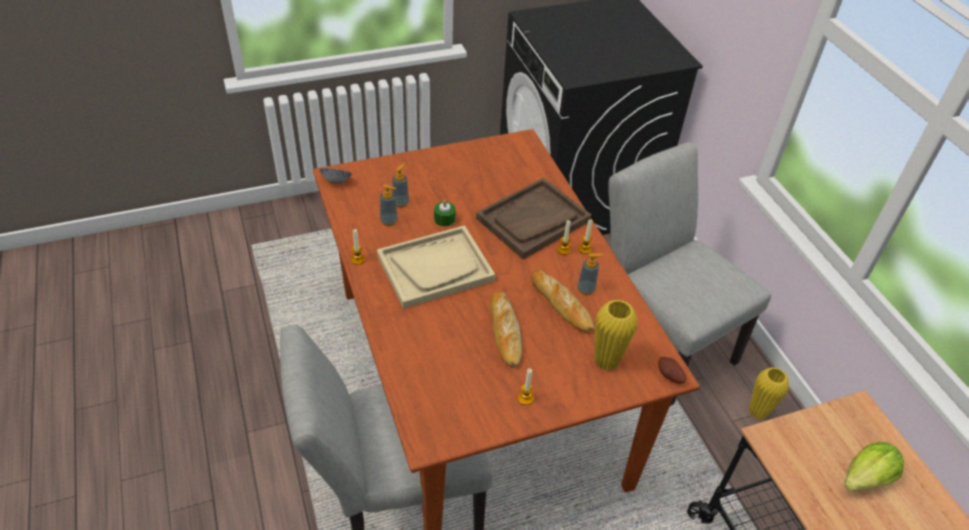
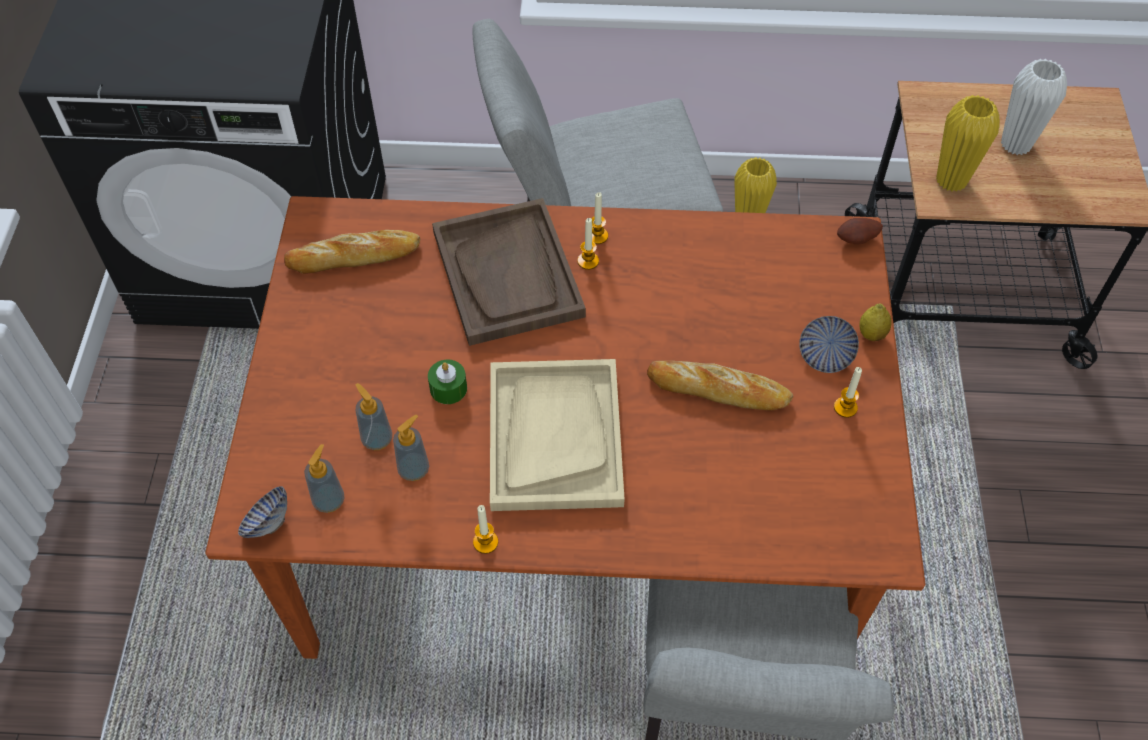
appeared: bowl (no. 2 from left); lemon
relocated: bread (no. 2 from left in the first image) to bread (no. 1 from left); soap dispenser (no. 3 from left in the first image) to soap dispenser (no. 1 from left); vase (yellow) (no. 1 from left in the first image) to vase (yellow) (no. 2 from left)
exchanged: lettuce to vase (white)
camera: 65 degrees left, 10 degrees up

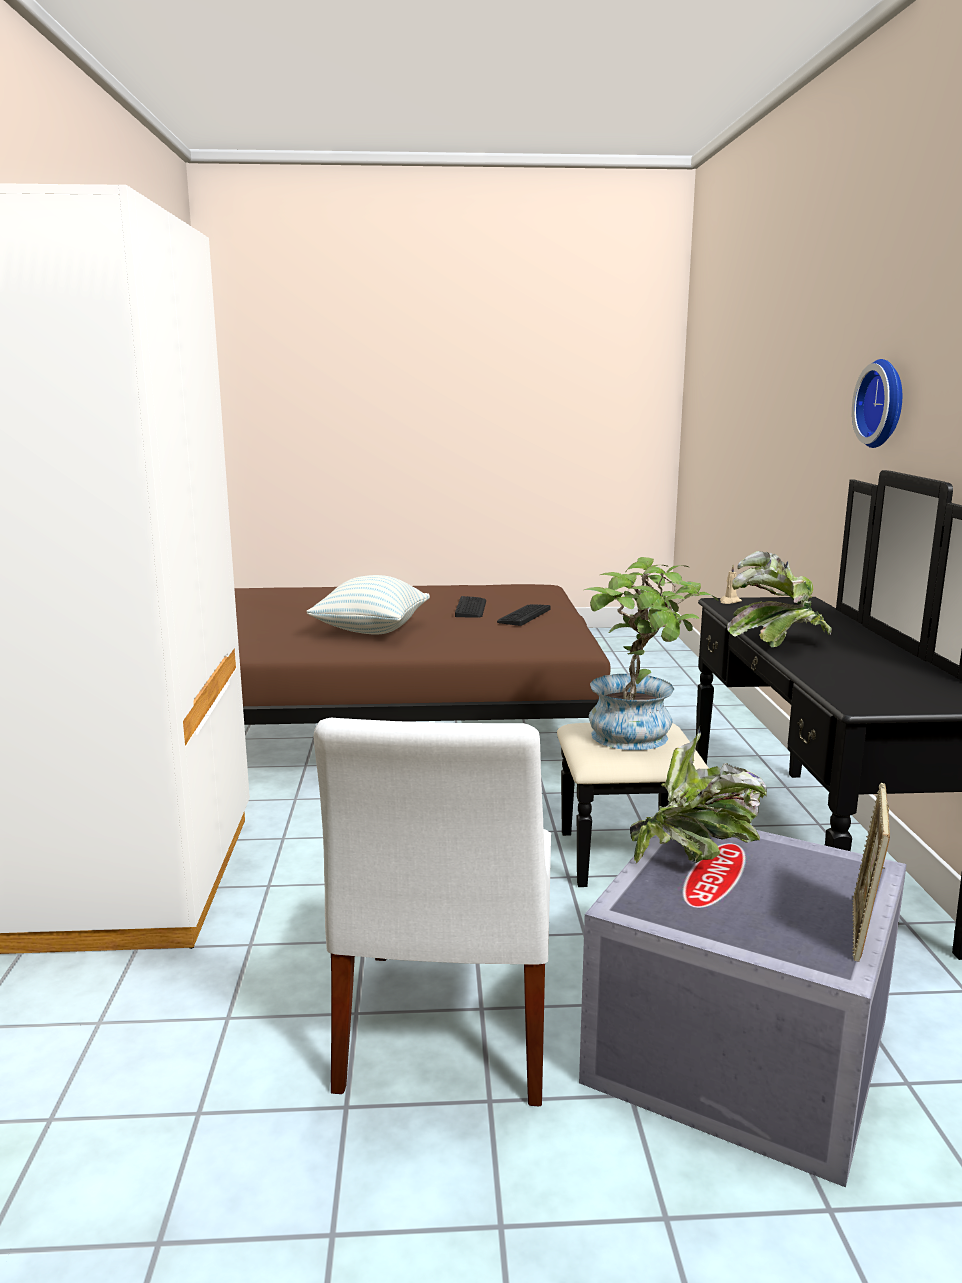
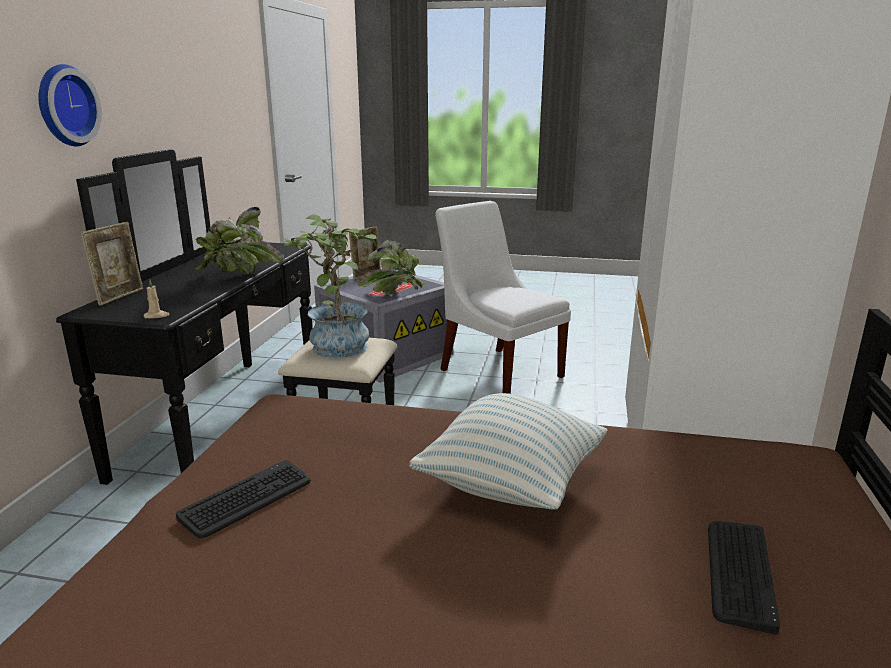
appeared: picture frame (no. 1 from left)
relocated: keyboard (no. 1 from left in the first image) to keyboard (no. 2 from left)
spun: chair (white) 60 degrees counterclockwise
camera: 165 degrees left, 5 degrees up

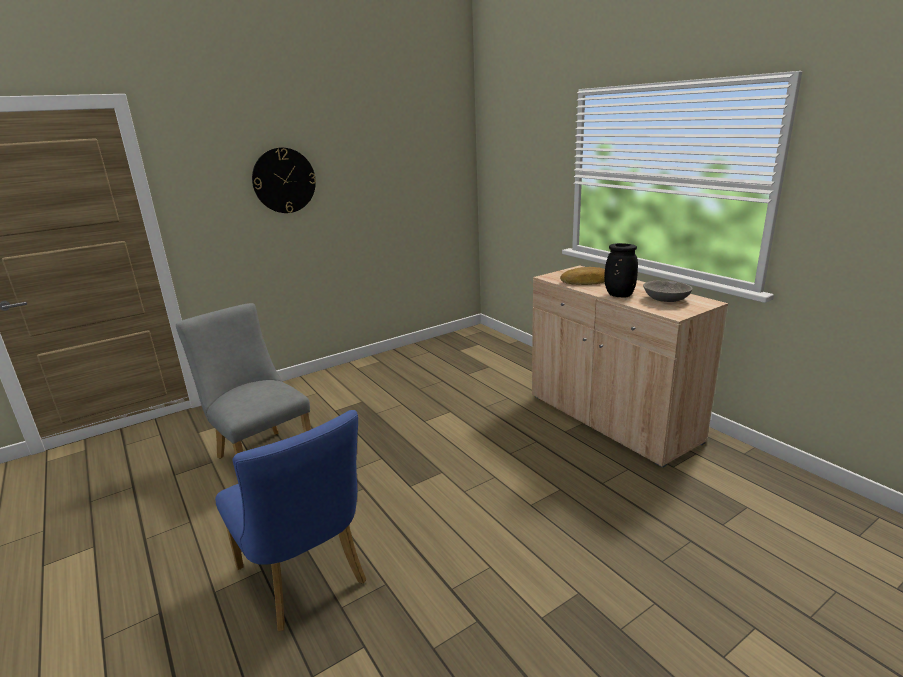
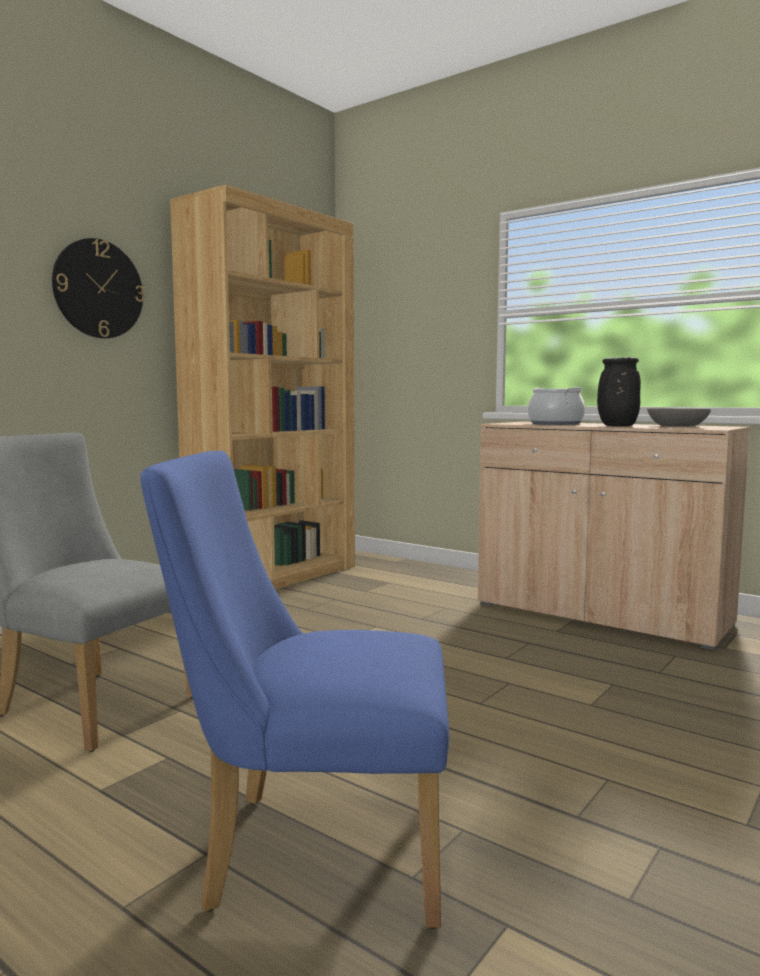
appeared: bookcase (brown)
exchanged: bread to cooking pot
spun: chair (blue) 150 degrees clockwise
camera: 20 degrees left, 15 degrees down

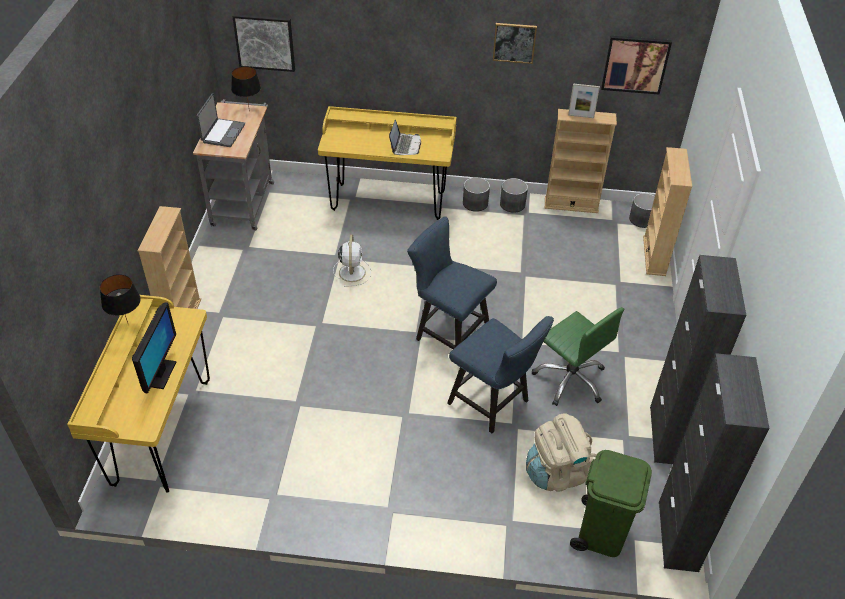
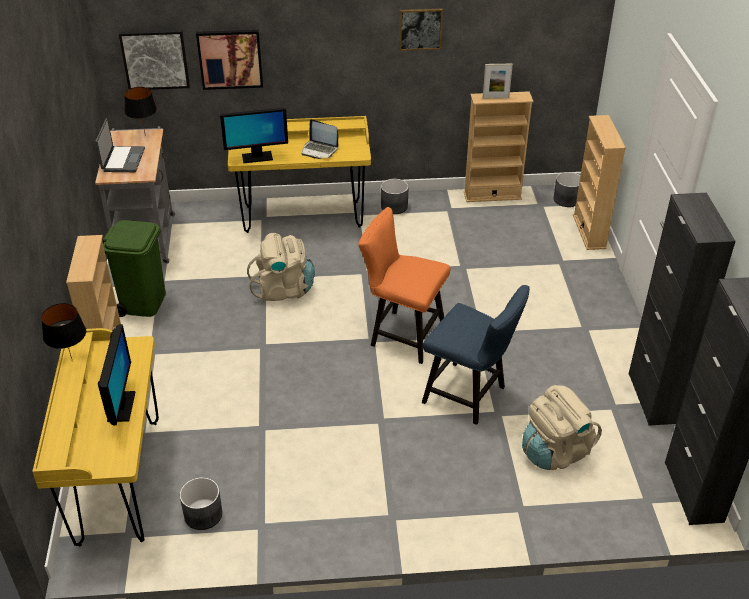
missing: office chair (green)
appeared: monitor (no. 2 from left)
relocated: trash can (green); planter (grey) (no. 2 from left in the first image) to planter (grey) (no. 1 from left); picture (no. 3 from left in the first image) to picture (no. 2 from left)
exchanged: fan (white) to backpack (beige) (no. 1 from left)
colour: chair (blue) (no. 1 from left) to chair (orange)
spun: laptop (no. 2 from left) 120 degrees clockwise
camera: 10 degrees left, 5 degrees down

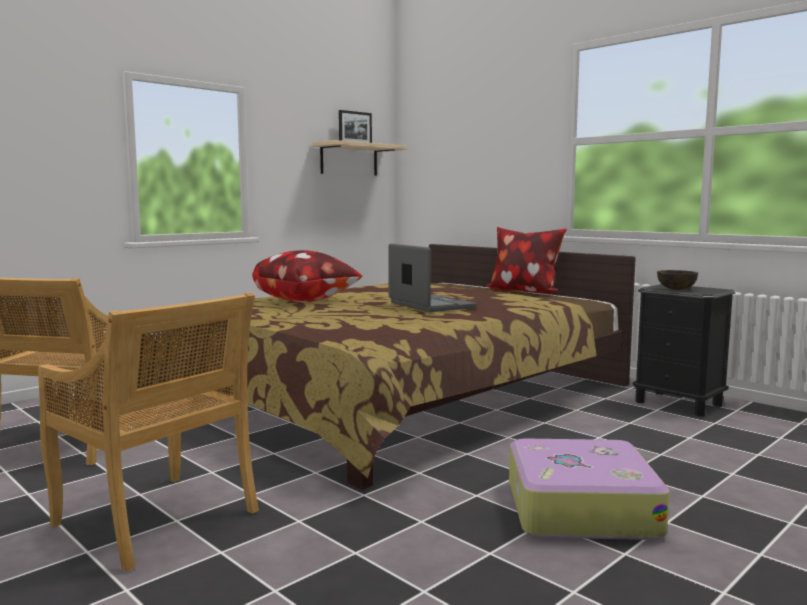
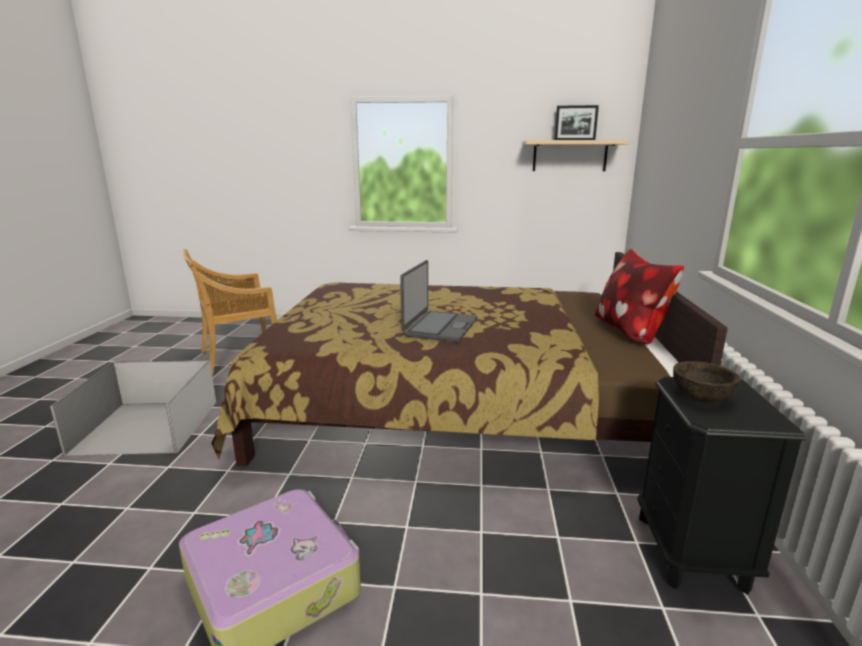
missing: pillow (no. 1 from left)
exchanged: chair (beige) (no. 2 from left) to storage box (white)
camera: 50 degrees right, 10 degrees up

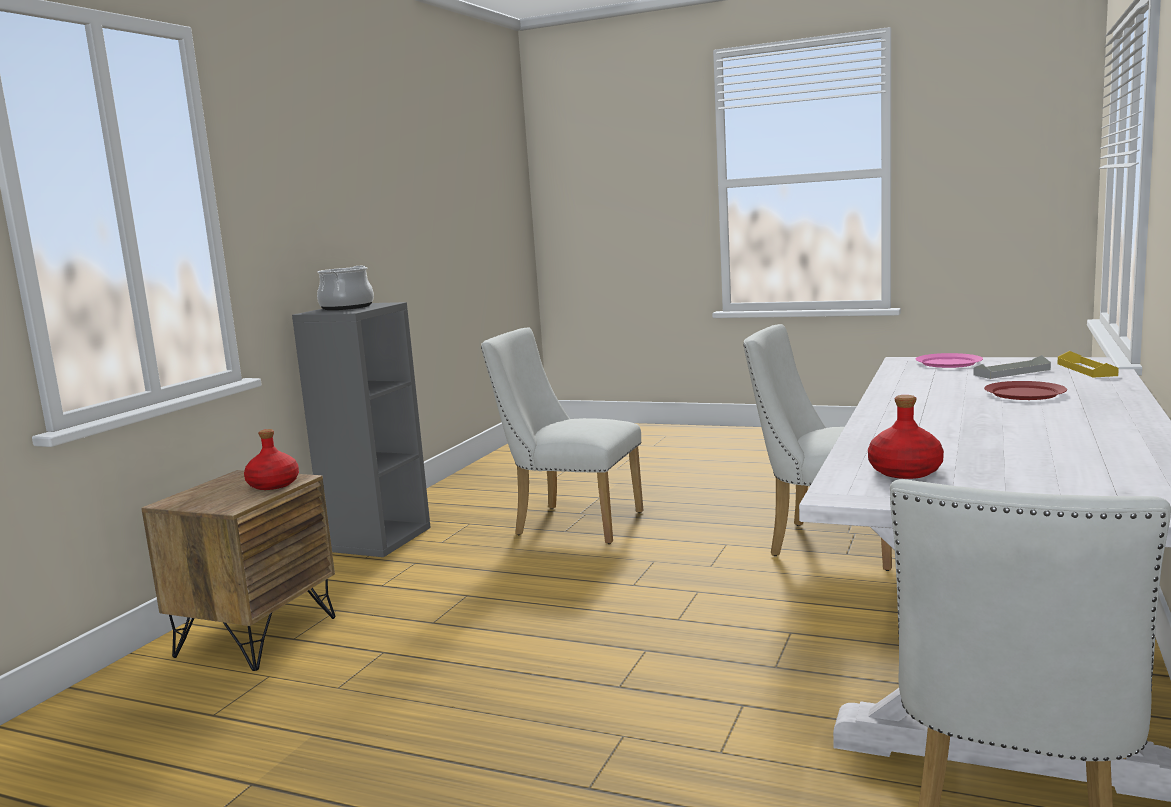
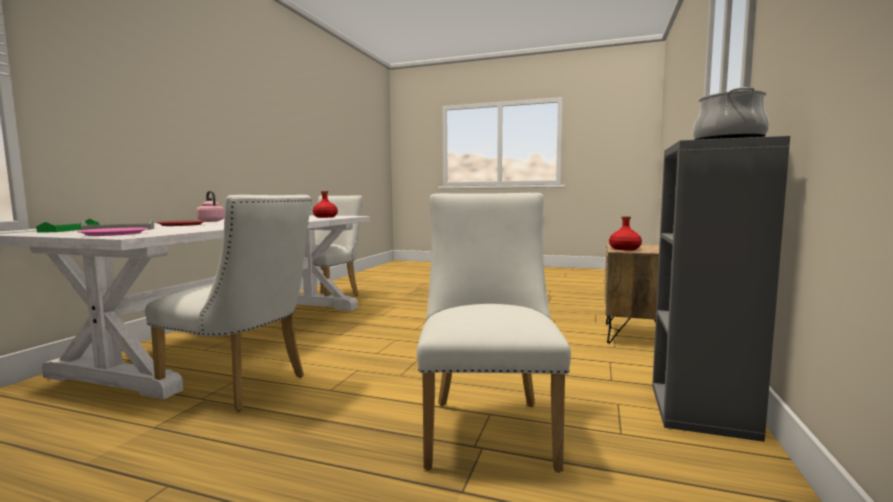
appeared: kettle (pink)
colour: tray (yellow) to tray (green)
spun: chair (white) (no. 1 from left in the first image) 105 degrees counterclockwise
camera: 175 degrees right, 5 degrees down

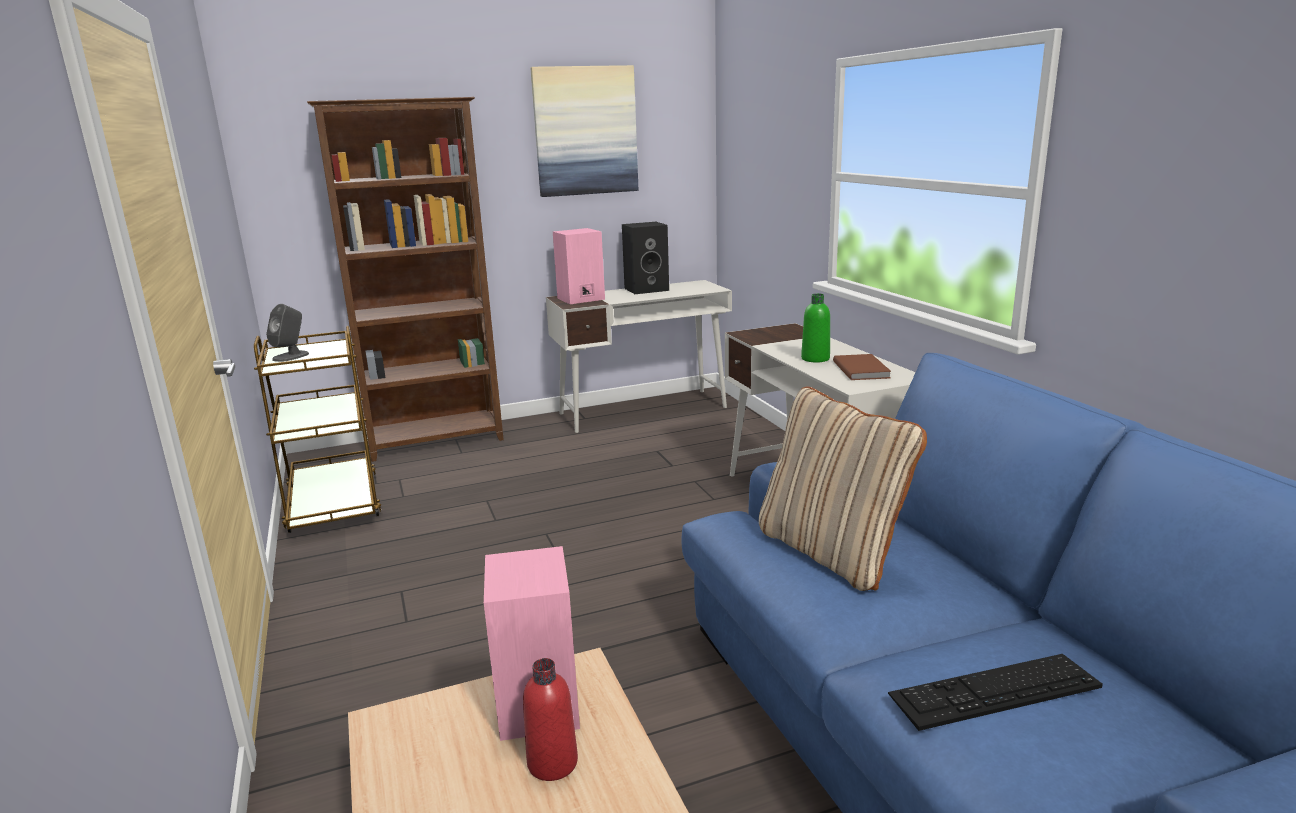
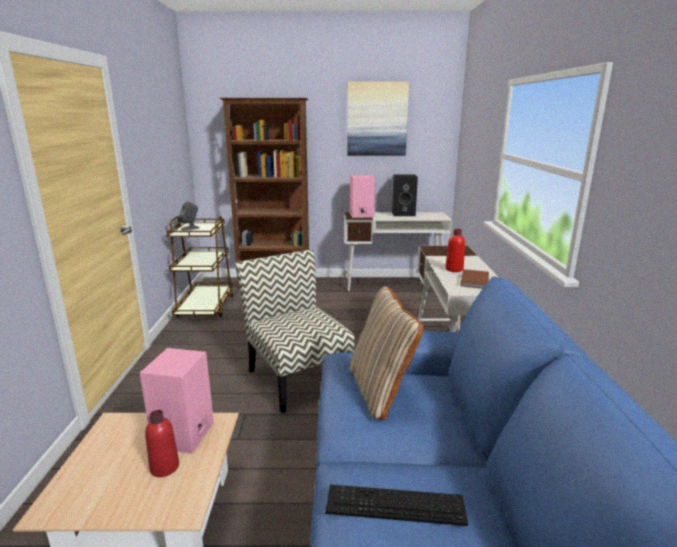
appeared: chair
colour: bottle (green) to bottle (red) (no. 2 from left)
camera: 20 degrees right, 0 degrees up

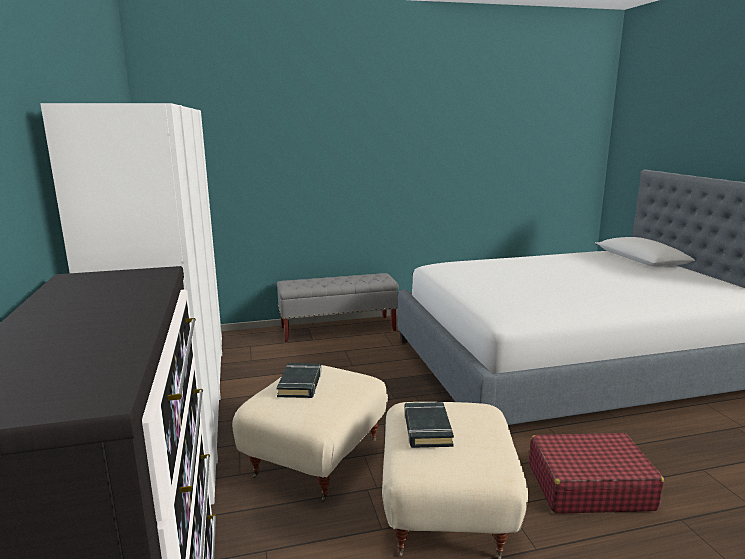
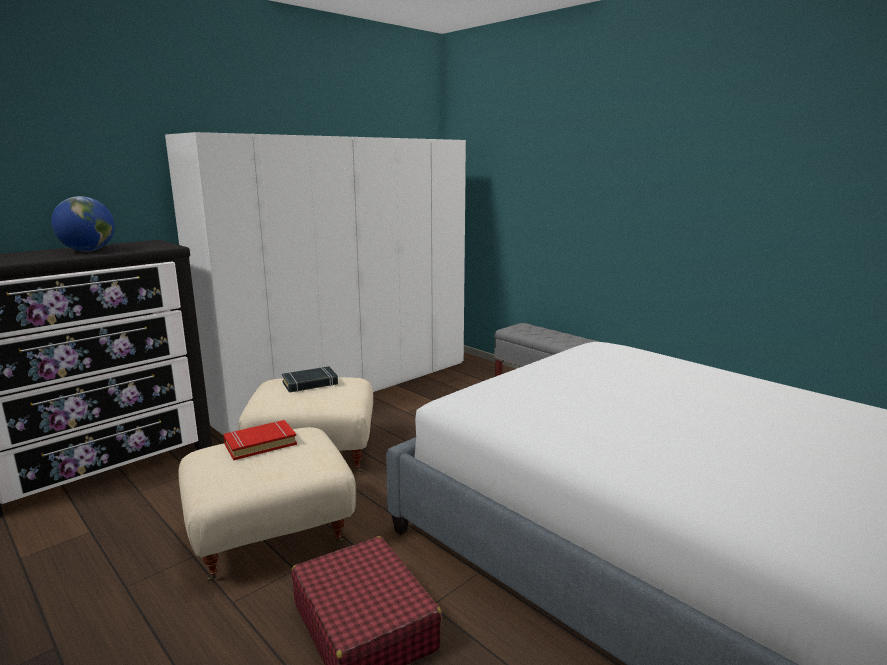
appeared: globe
colour: book (black) (no. 2 from left) to book (red)
camera: 60 degrees right, 0 degrees up

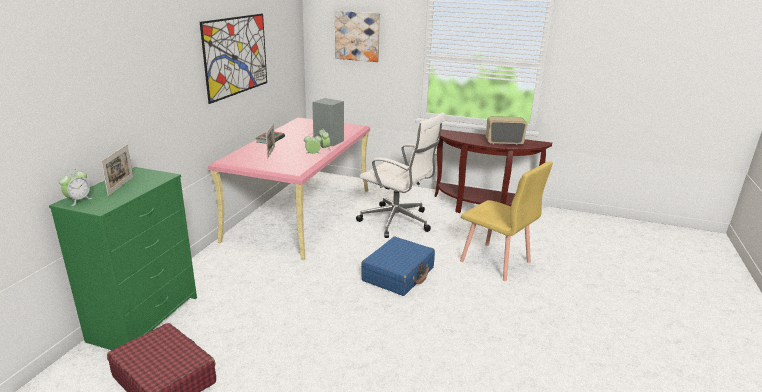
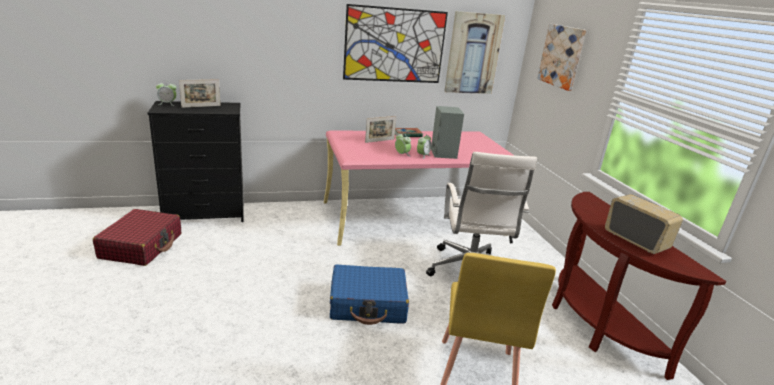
appeared: picture (no. 2 from left)
colour: dresser (green) to dresser (black)
camera: 55 degrees right, 0 degrees up

